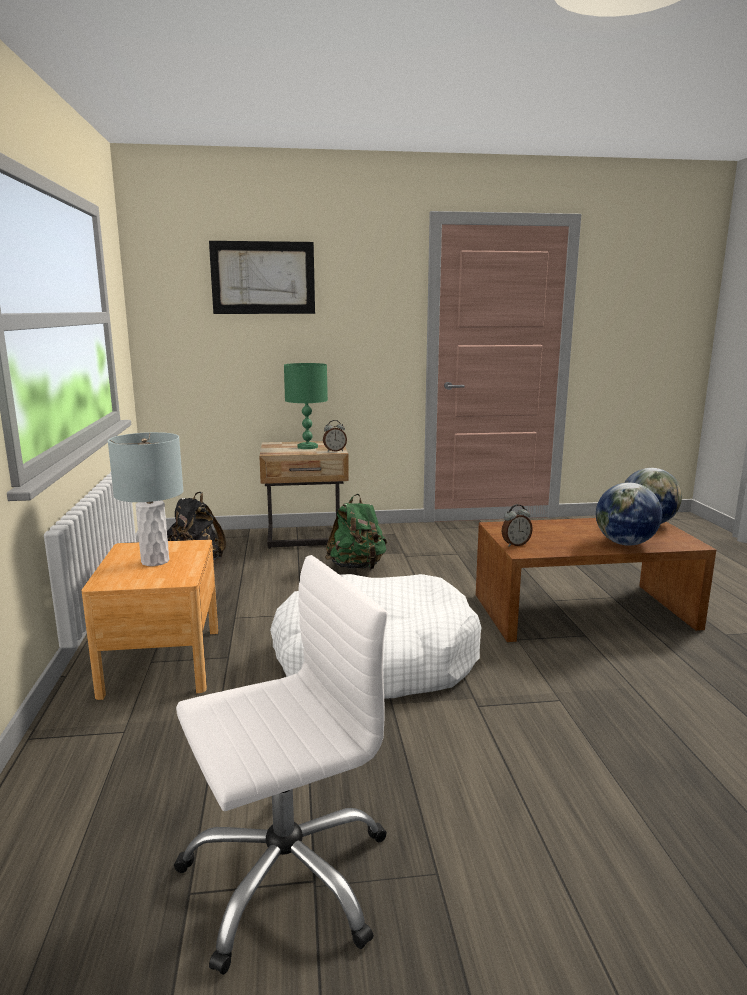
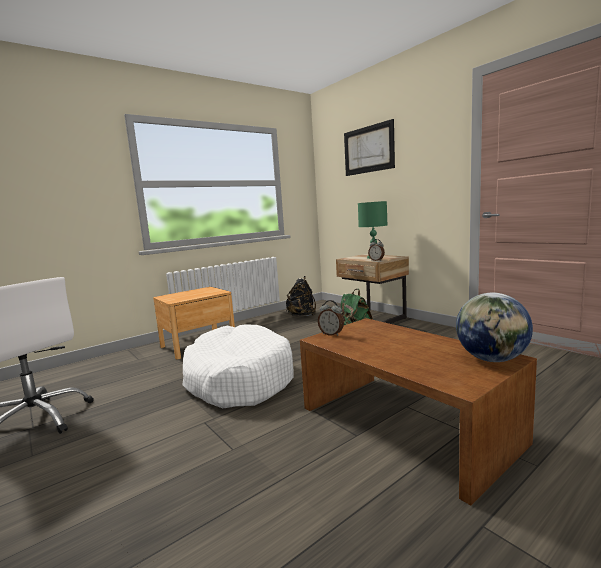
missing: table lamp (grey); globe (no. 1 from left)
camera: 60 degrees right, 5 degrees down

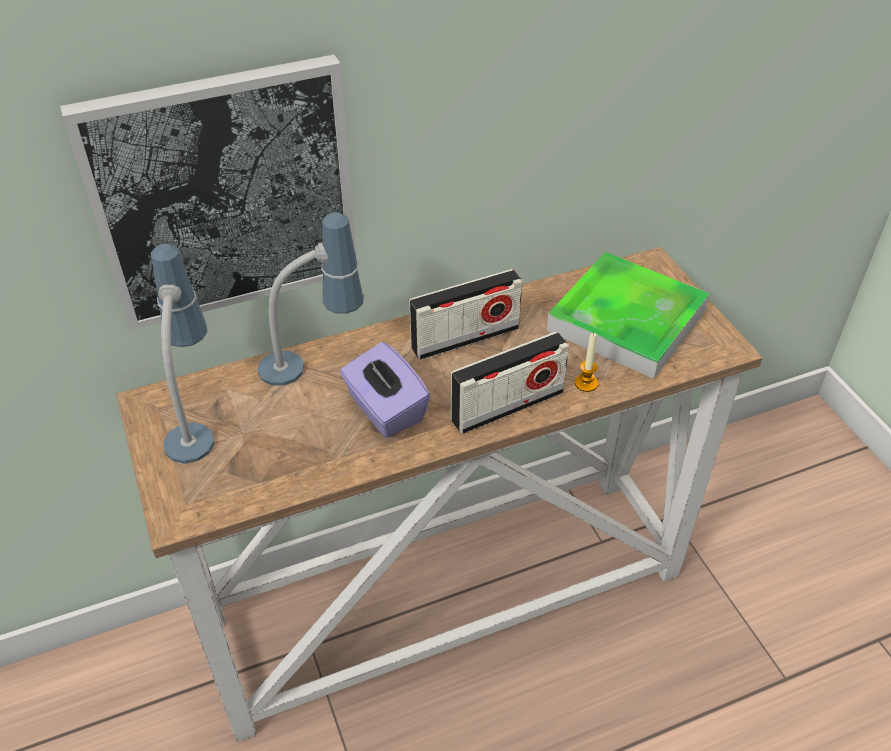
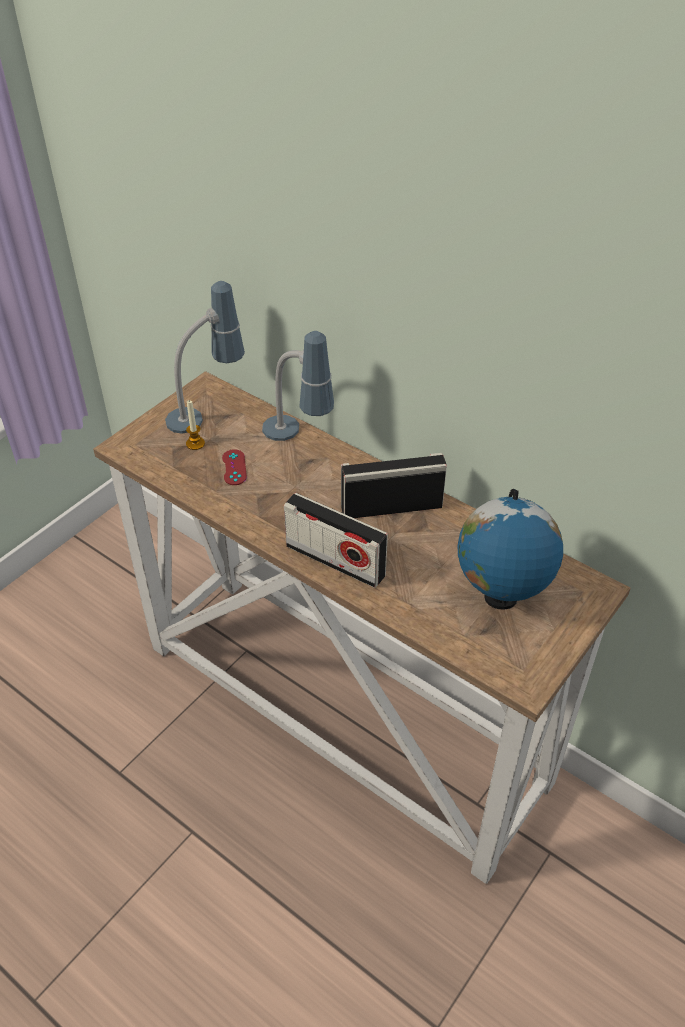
missing: picture; tissue box (purple)
appeared: game controller (red)
relocated: candle
exchanged: tray to globe
spun: radio (no. 1 from left in the first image) 135 degrees clockwise
camera: 60 degrees right, 0 degrees up

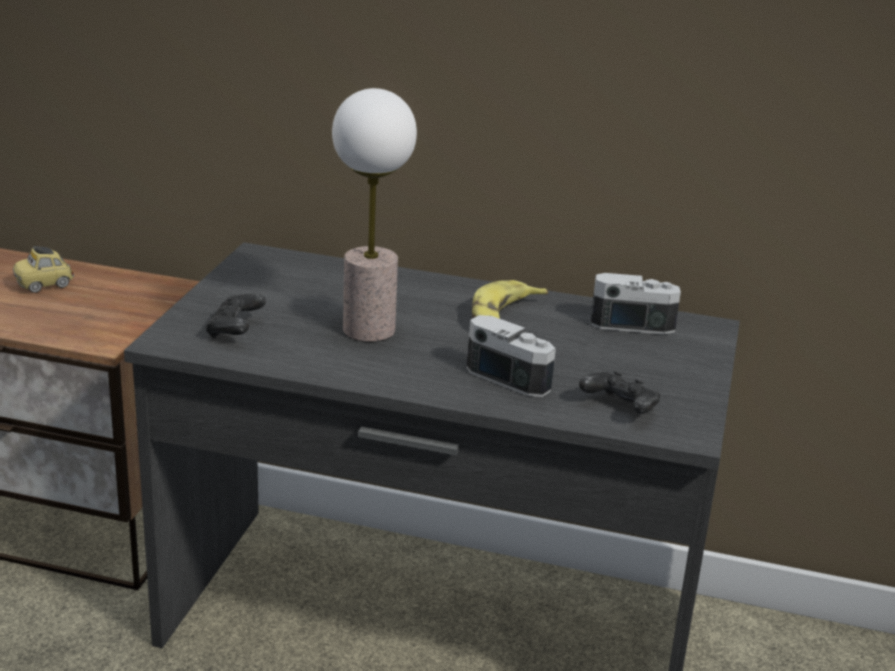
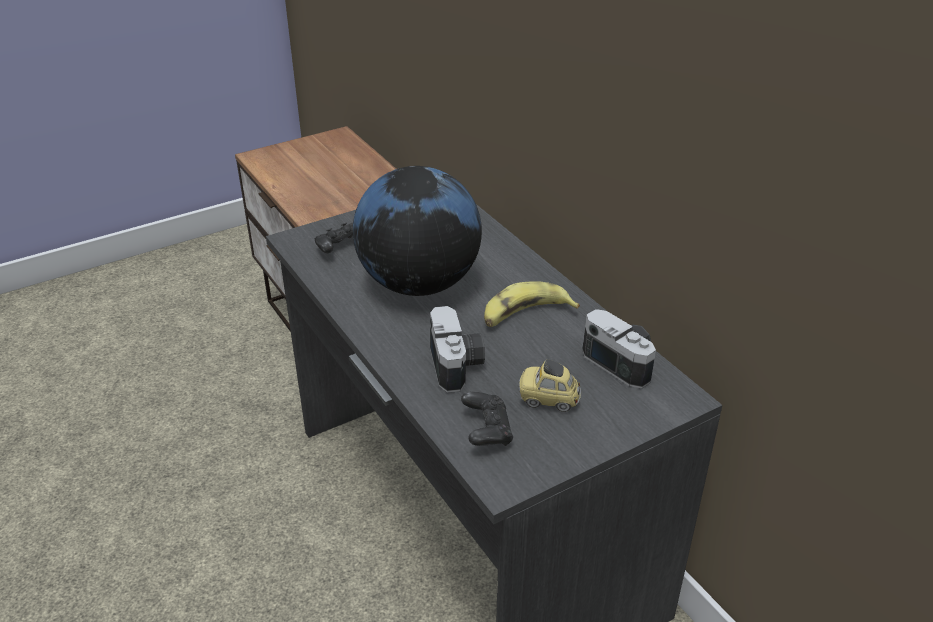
relocated: toy car
exchanged: table lamp to globe
camera: 45 degrees right, 10 degrees up

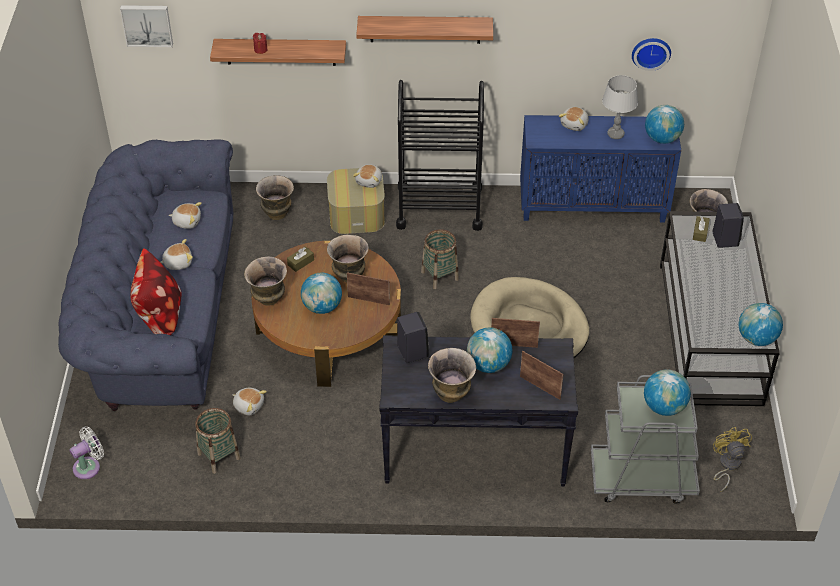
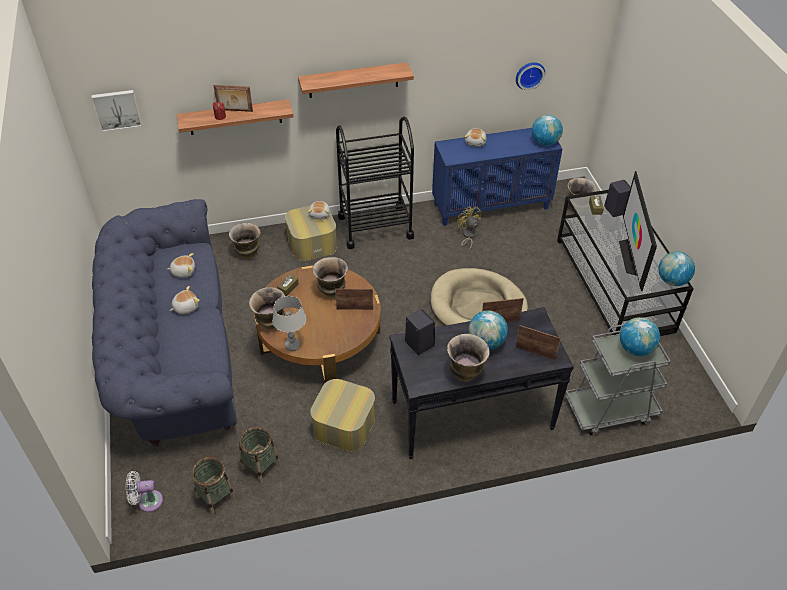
missing: pillow; plush toy (no. 3 from left); globe (no. 1 from left)
appeared: picture frame (no. 1 from left); ottoman (no. 2 from left); television
relocated: basket (no. 2 from left in the first image) to basket (no. 1 from left); table lamp (grey); fan (yellow)
spun: fan (white) 135 degrees counterclockwise
camera: 15 degrees left, 0 degrees up

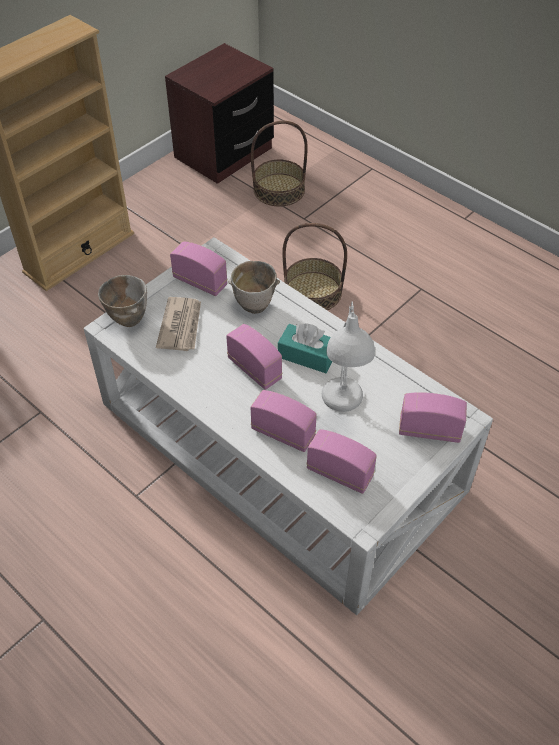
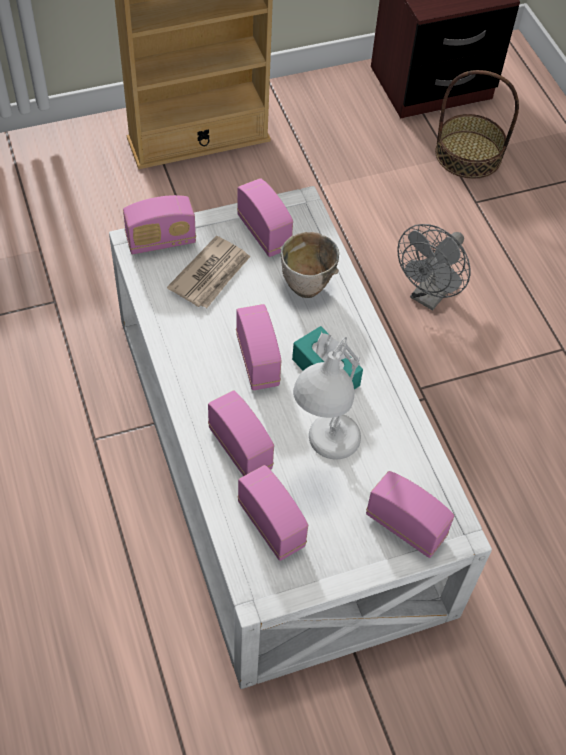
exchanged: bowl (no. 1 from left) to radio (no. 1 from left); basket (no. 2 from left) to fan (grey)
camera: 25 degrees right, 5 degrees up

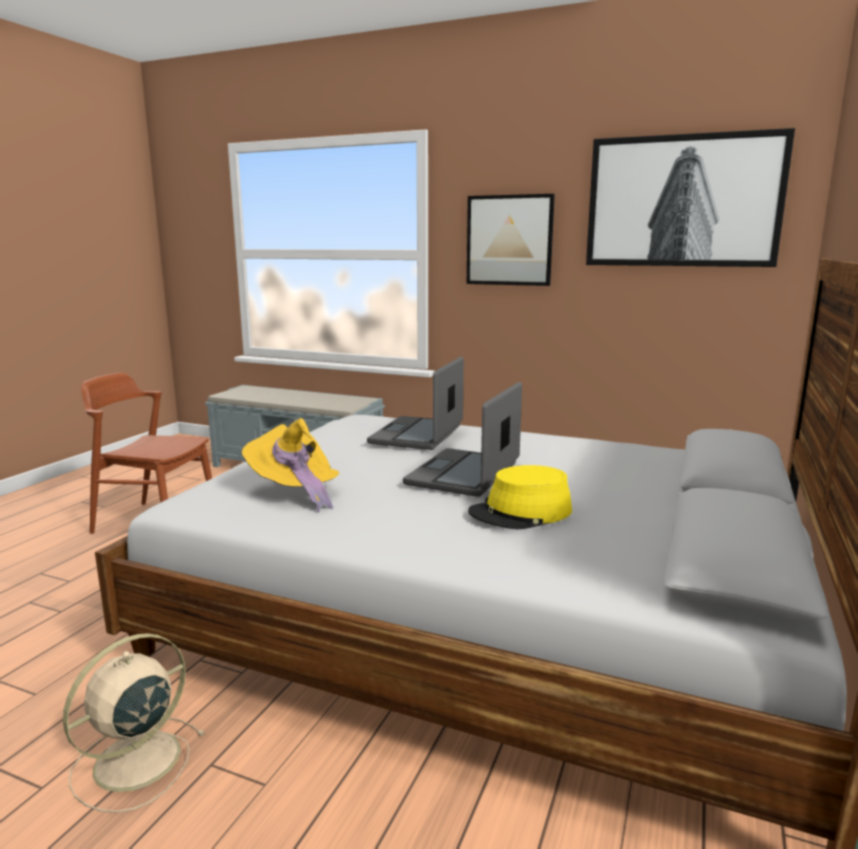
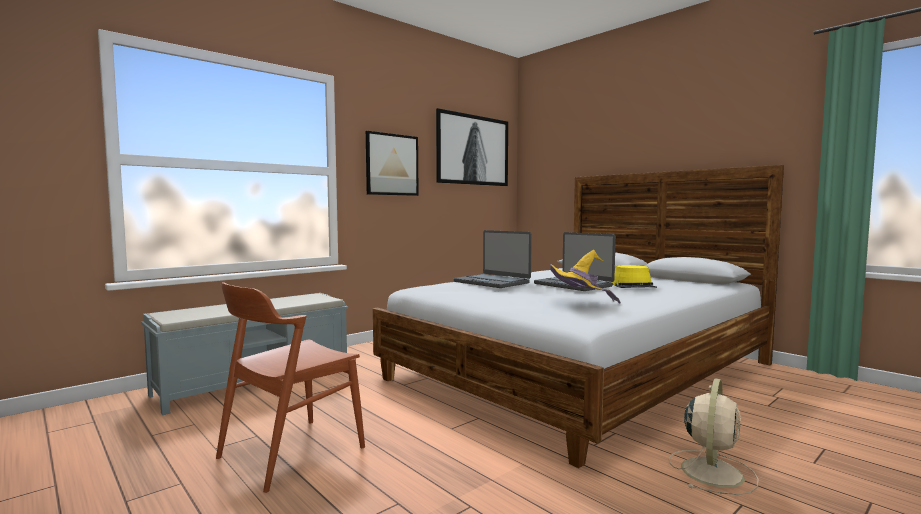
spun: fan (beige) 120 degrees counterclockwise
camera: 65 degrees left, 10 degrees down

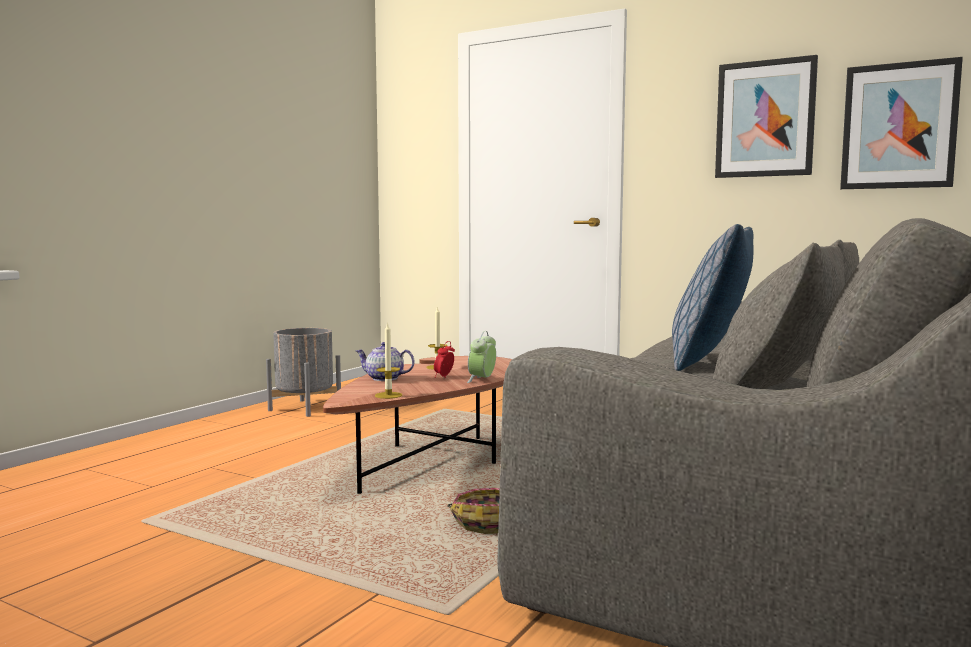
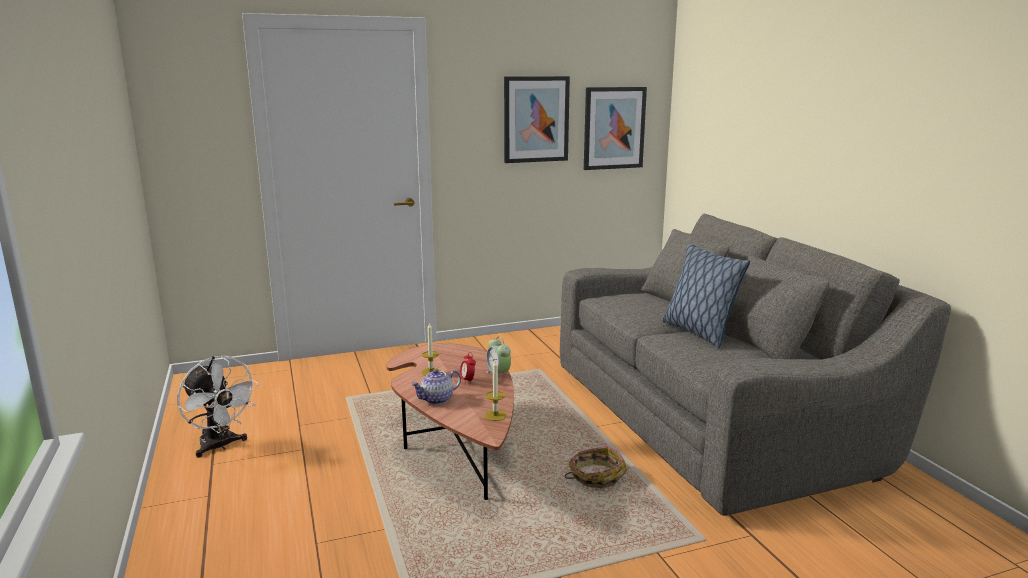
exchanged: planter (grey) to fan (white)
camera: 50 degrees left, 10 degrees up

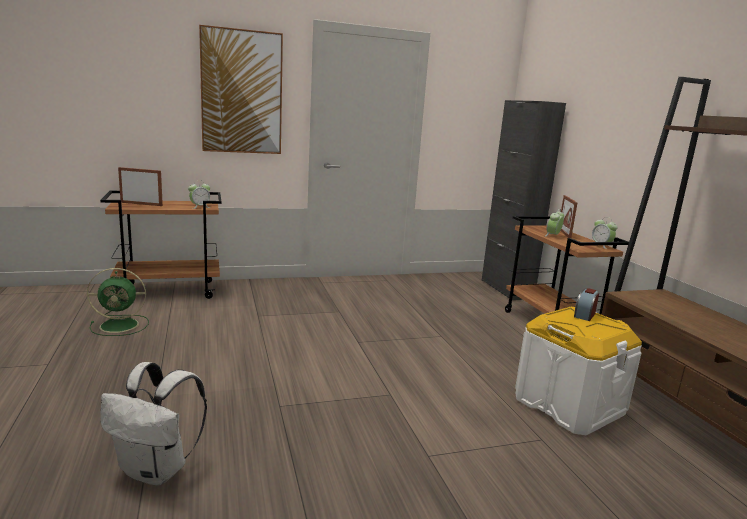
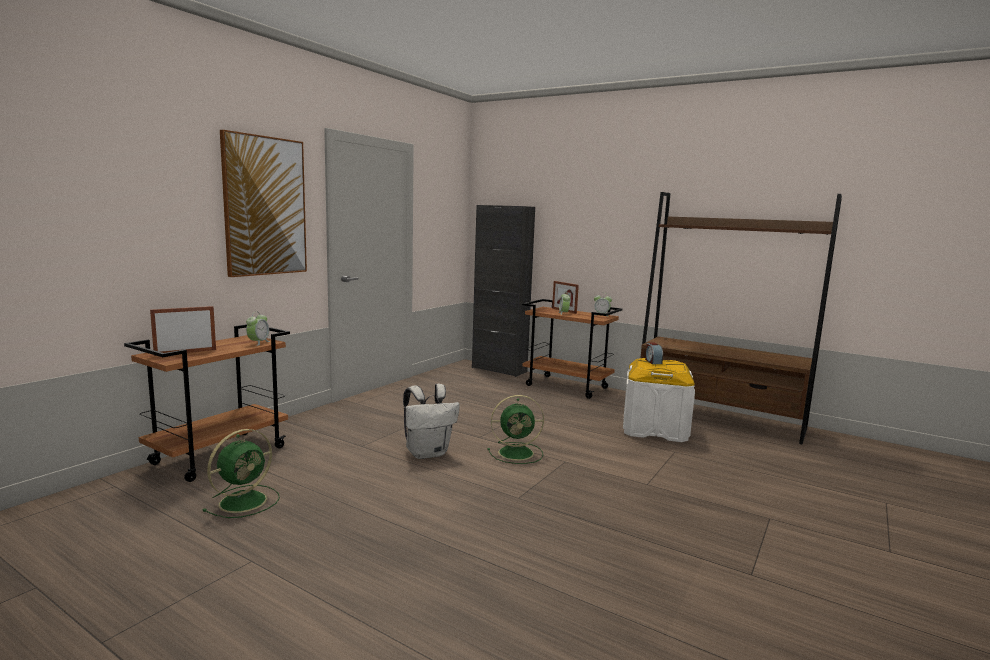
appeared: fan (green) (no. 2 from left)
relocated: backpack (white)
camera: 40 degrees left, 5 degrees down

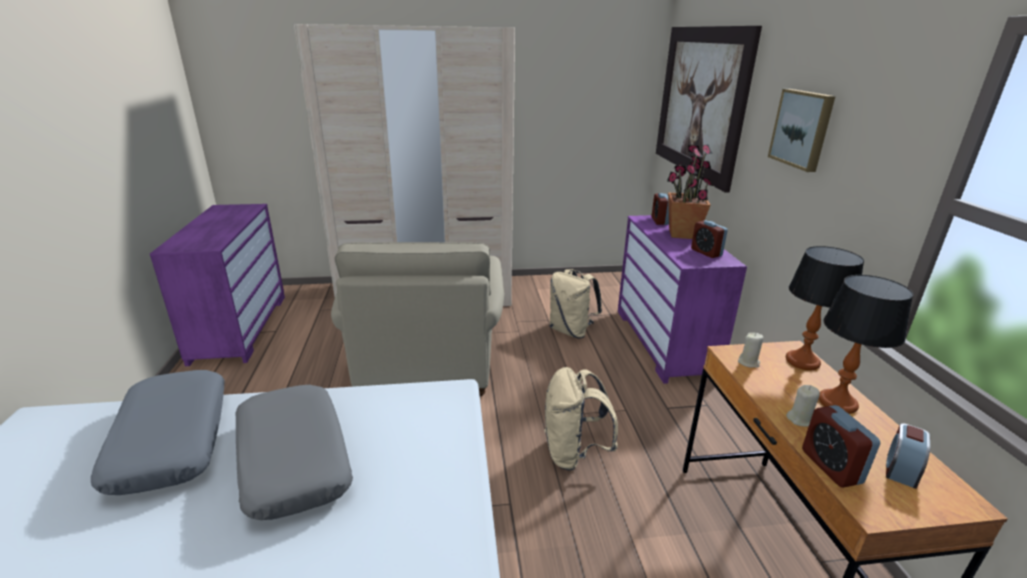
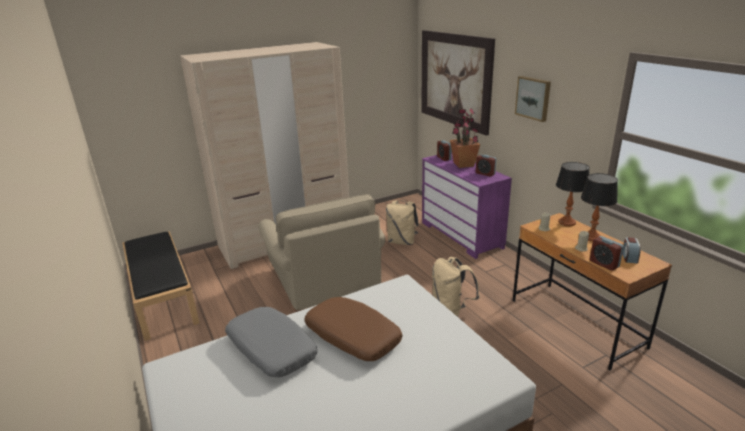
exchanged: dresser (purple) (no. 1 from left) to bench (black)
colour: pillow (grey) (no. 2 from left) to pillow (brown)
camera: 20 degrees left, 0 degrees up

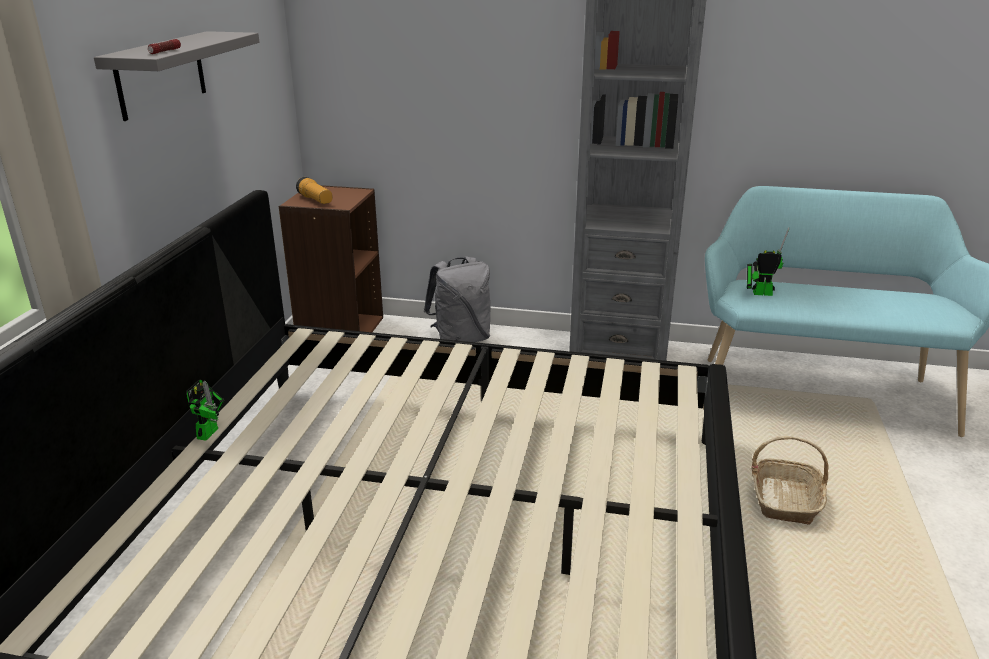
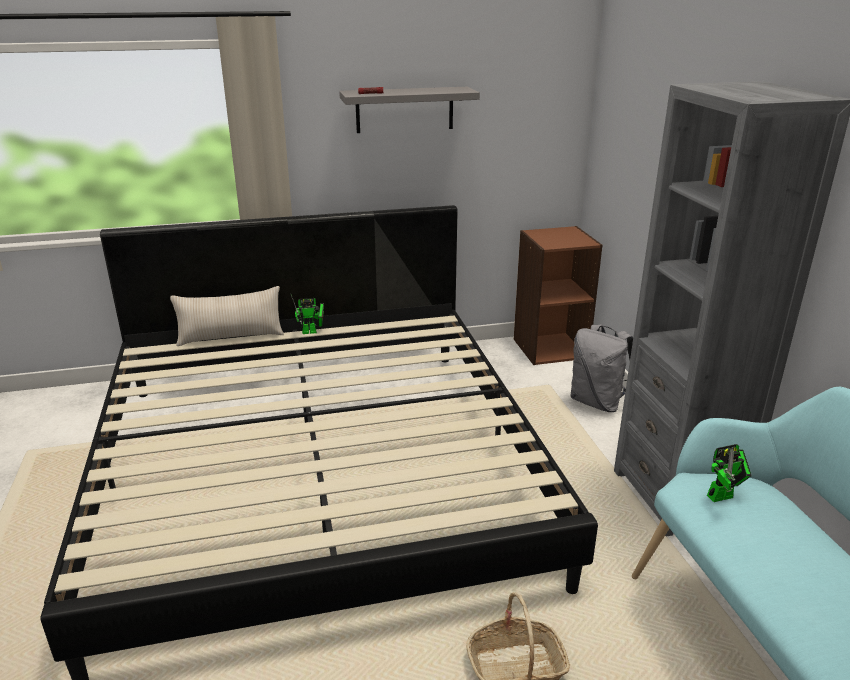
missing: flashlight (no. 2 from left)
appeared: pillow (beige)
spun: toy robot (no. 2 from left) 90 degrees clockwise
camera: 65 degrees right, 0 degrees up

